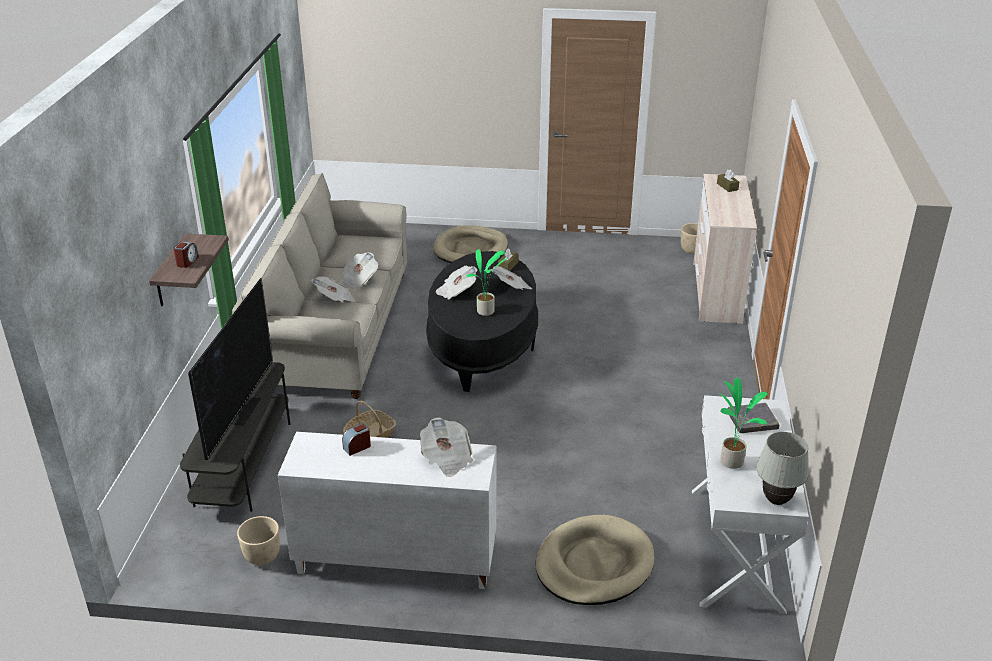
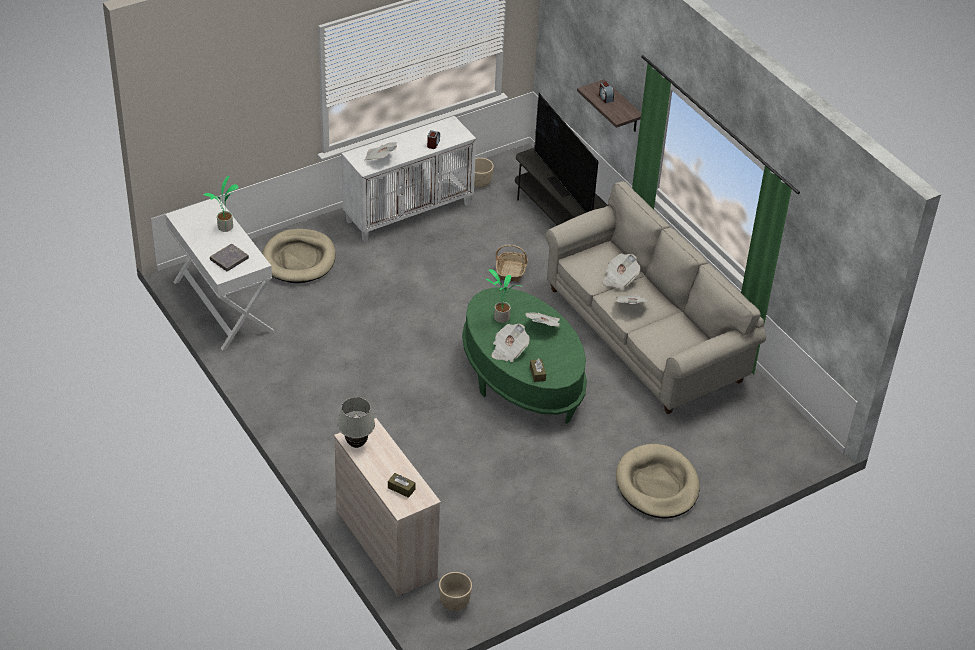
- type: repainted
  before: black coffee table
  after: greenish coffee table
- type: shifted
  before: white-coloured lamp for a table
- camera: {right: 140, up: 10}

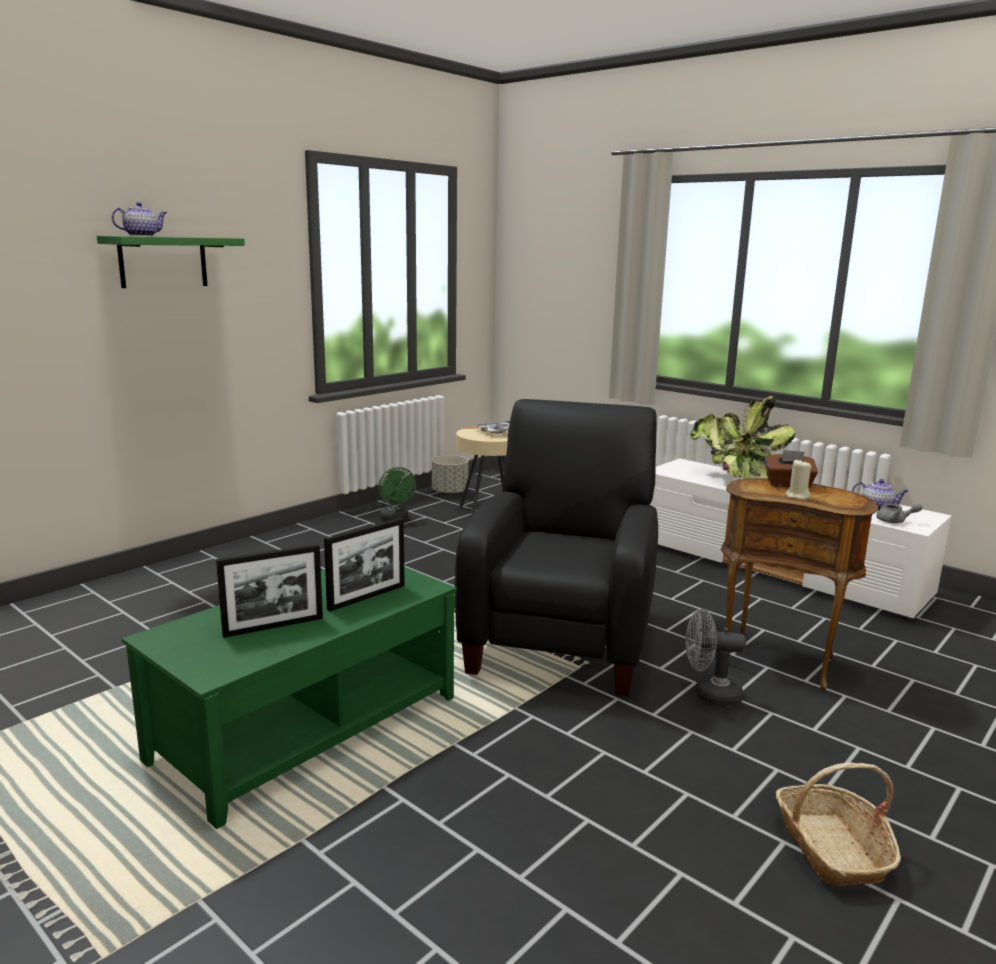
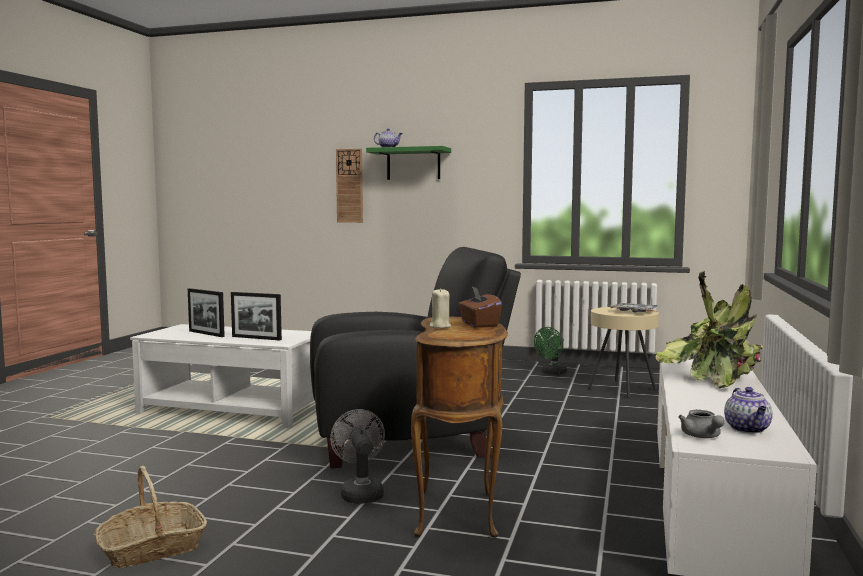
- type: repainted
  before: greenish coffee table
  after: white-coloured coffee table
- type: gone
  before: gray planter
- type: new
  after: hanging clock
- camera: {right: 65, up: -10}

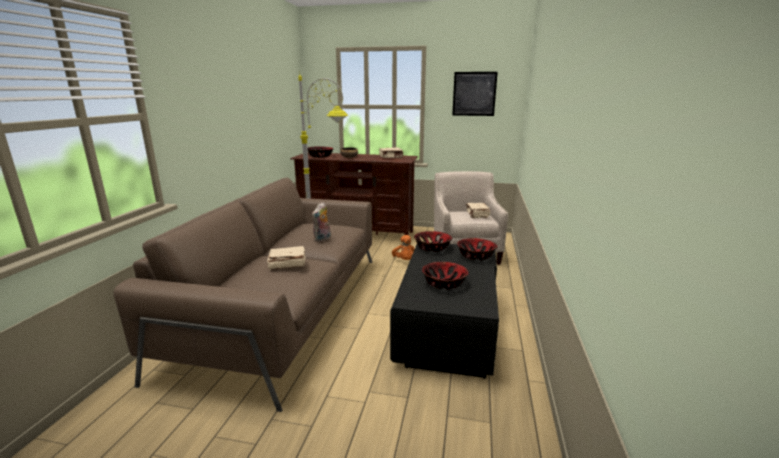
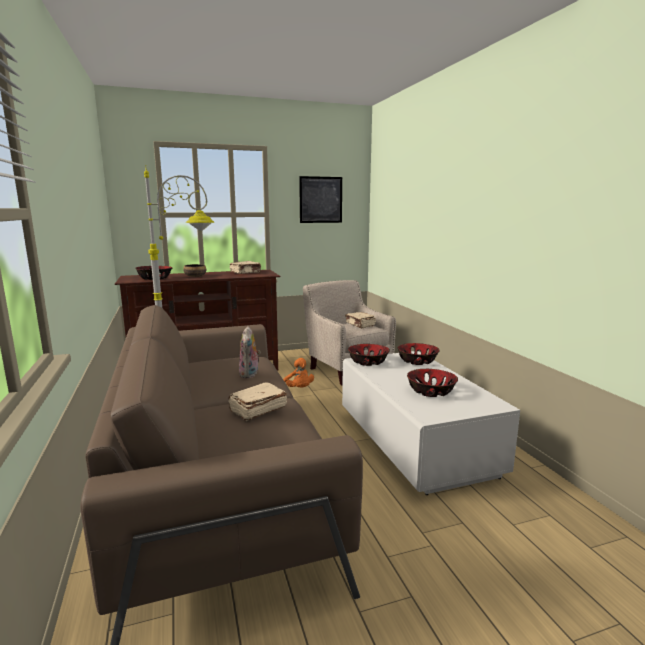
- type: repainted
  before: black coffee table
  after: white-coloured coffee table
- camera: {right: -30, up: -5}

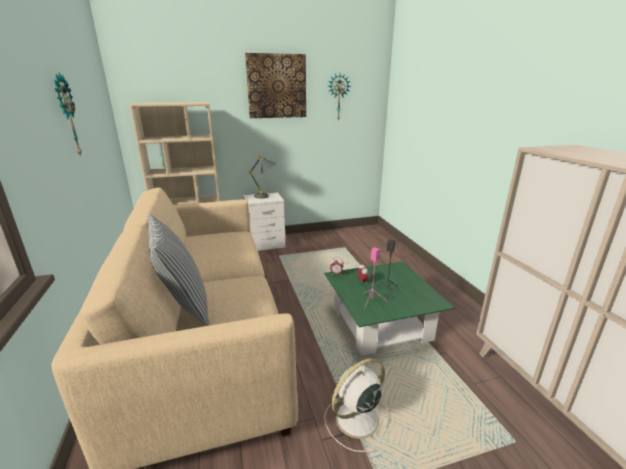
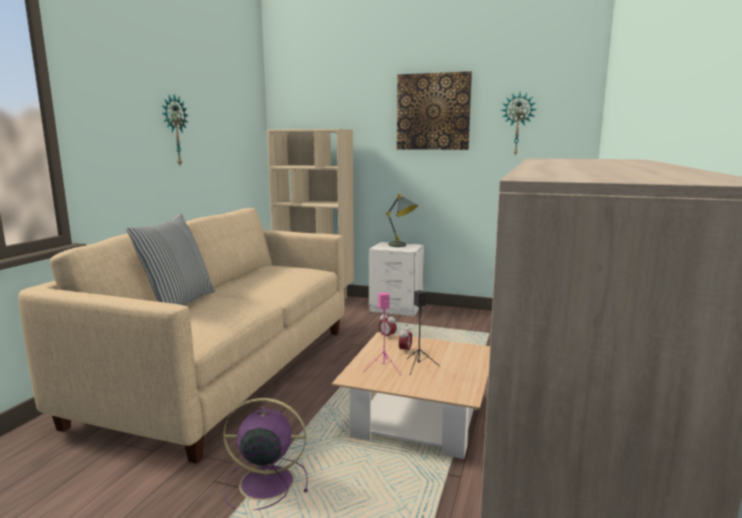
- type: repainted
  before: greenish coffee table
  after: beige-coloured coffee table
- type: repainted
  before: white-coloured cooling fan
  after: purple cooling fan
- camera: {right: 35, up: -10}

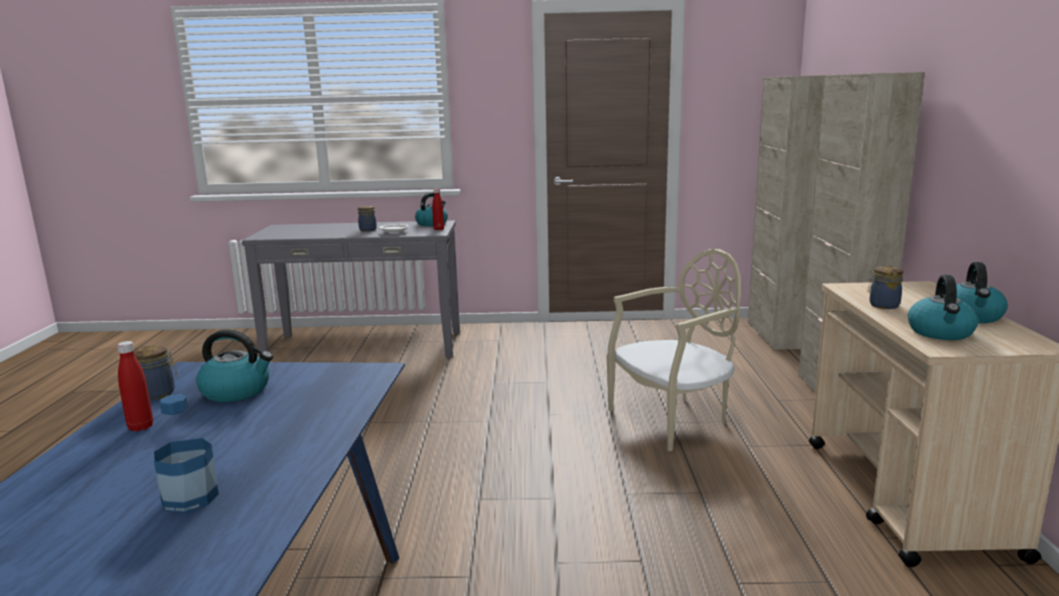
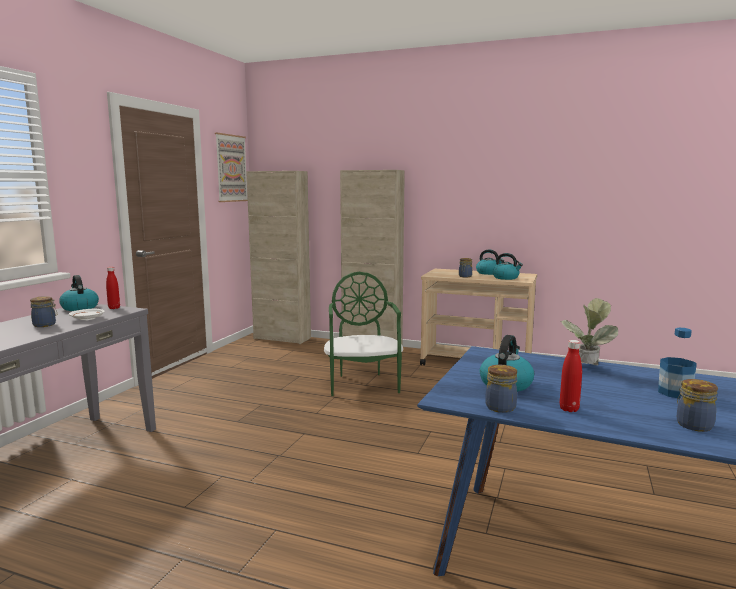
- type: repainted
  before: beige-coloured chair
  after: greenish chair
- type: new
  after: wall art
- type: new
  after: plant in a pot
- type: new
  after: preserve jar (no. 4 from left)
- camera: {right: -70, up: -5}

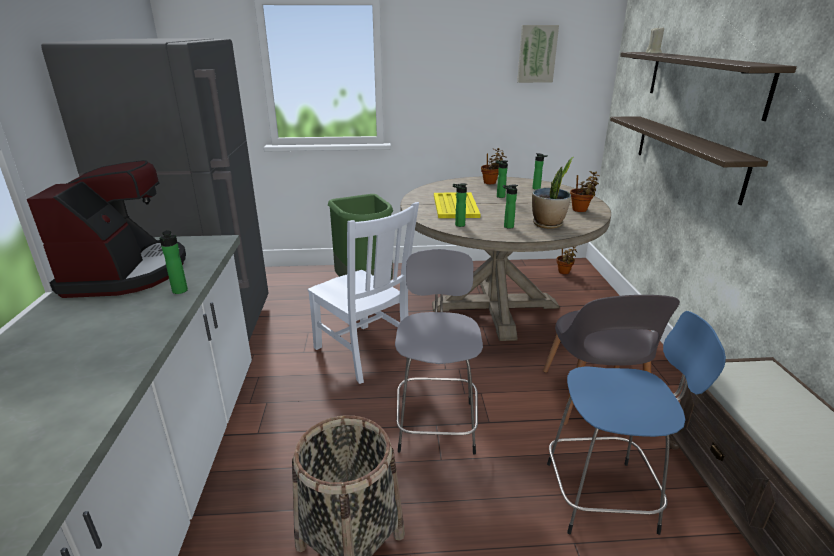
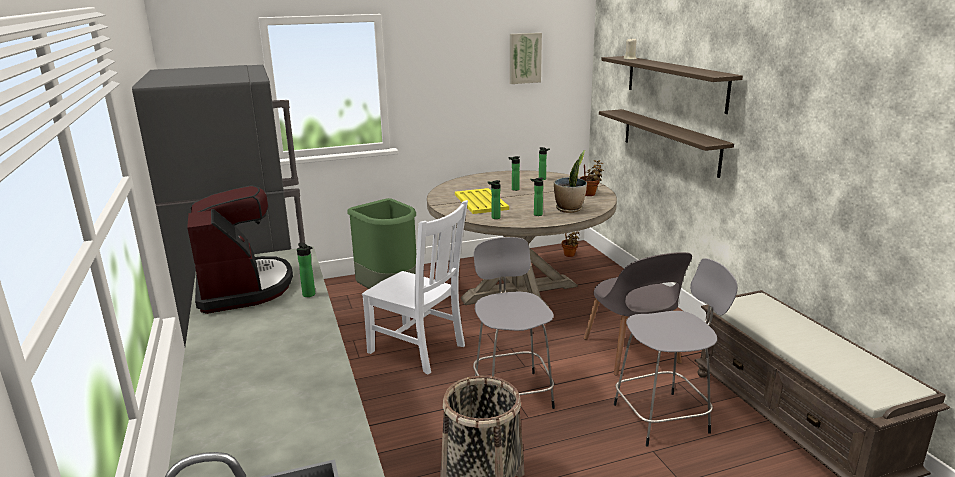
- type: gone
  before: plant in a pot (no. 1 from left)
- type: repainted
  before: blue stool seat
  after: gray stool seat (no. 2 from left)
- camera: {right: -15, up: -5}

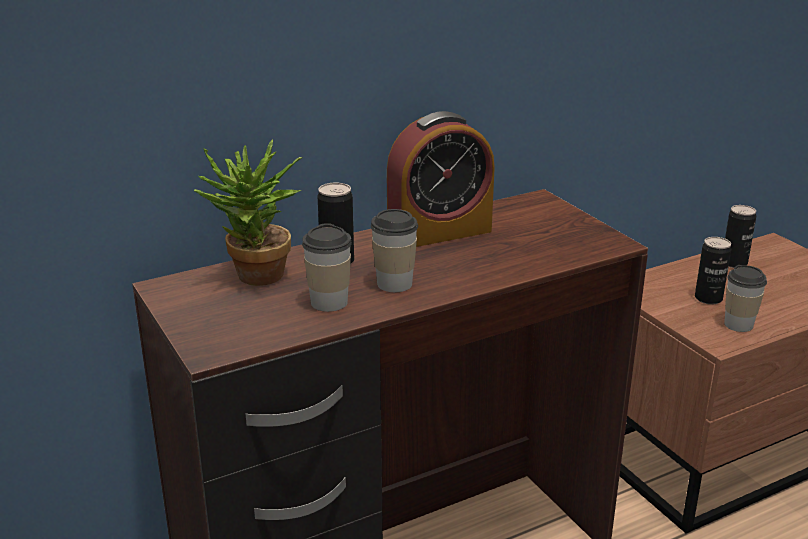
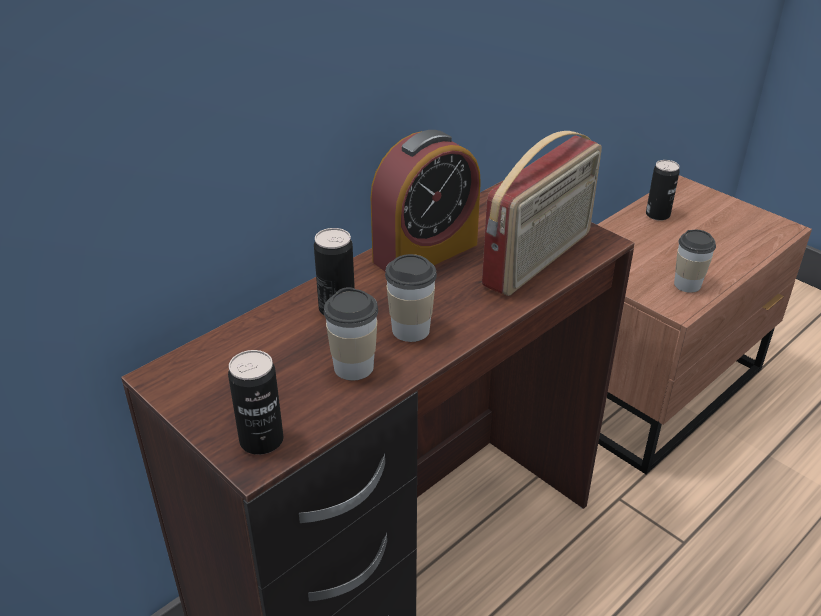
- type: gone
  before: plant in a pot
- type: shifted
  before: can (no. 2 from left in the first image)
  after: can (no. 1 from left)
- type: new
  after: radio
- camera: {right: -15, up: 10}

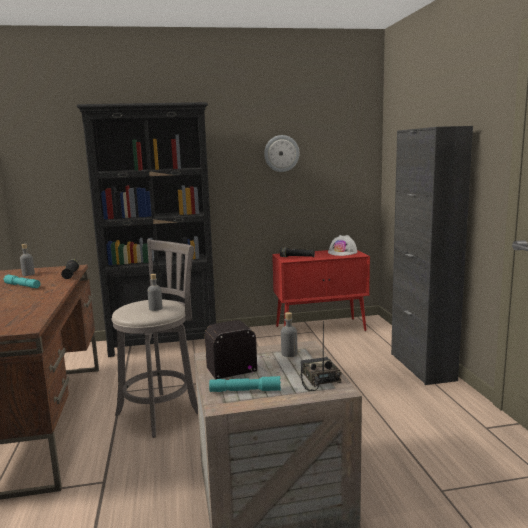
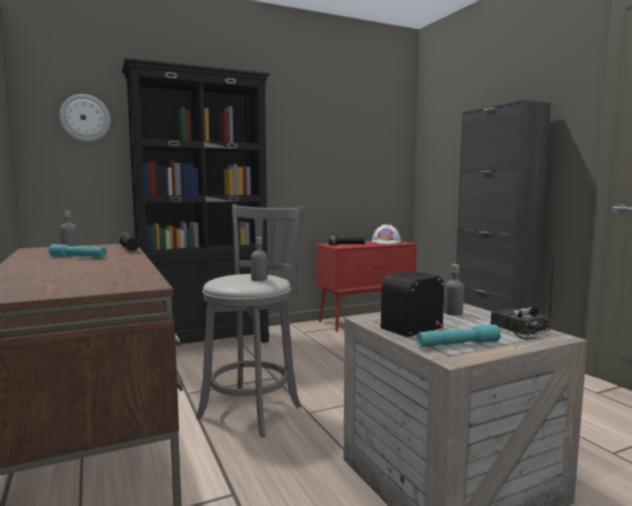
- type: shifted
  before: hanging clock
- camera: {right: -15, up: -5}

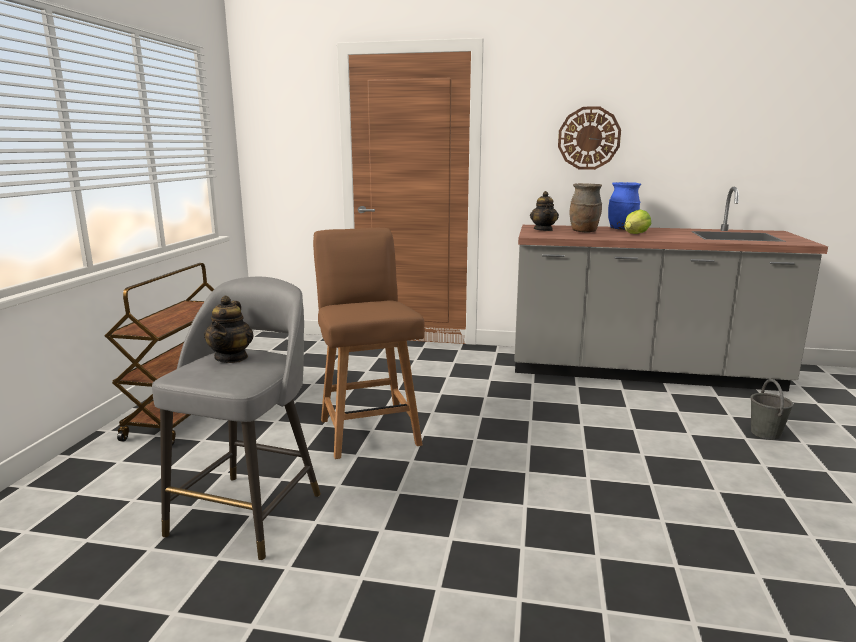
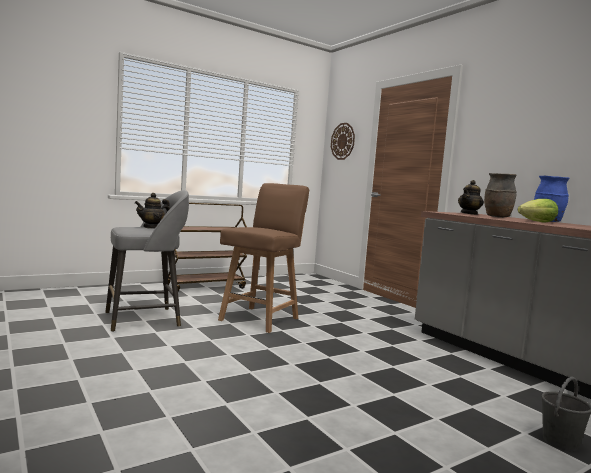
- type: shifted
  before: hanging clock
- camera: {right: 45, up: -10}

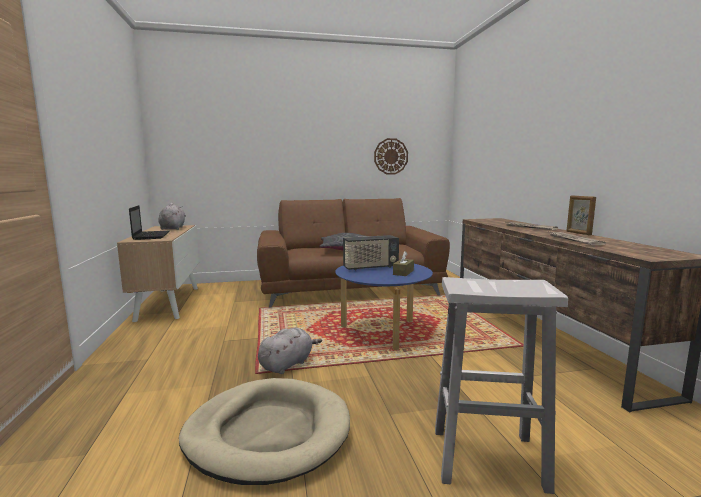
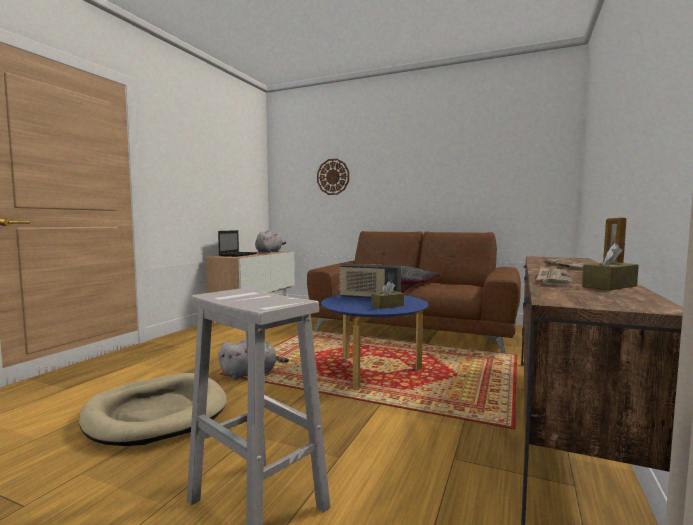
- type: shifted
  before: hanging clock
- type: new
  after: brown box of tissues (no. 2 from left)
- camera: {right: 35, up: -5}

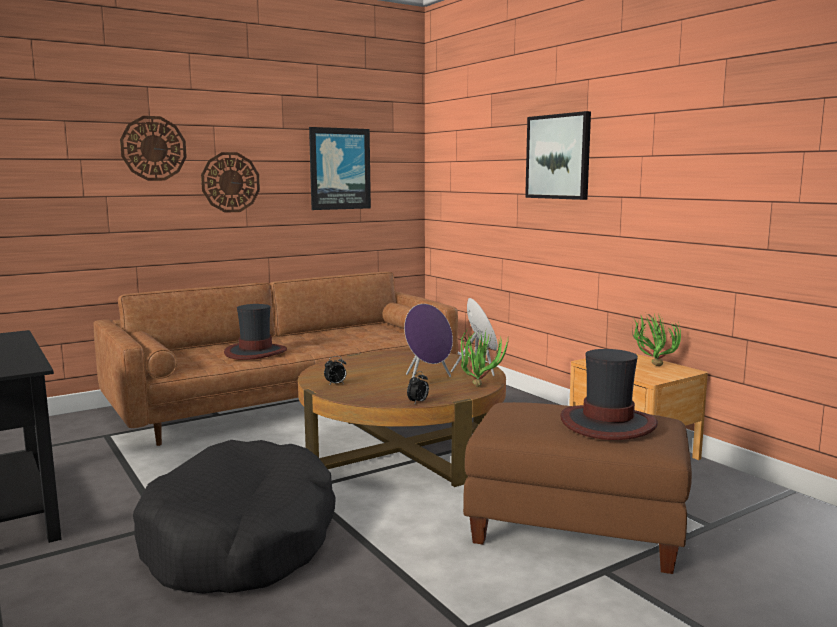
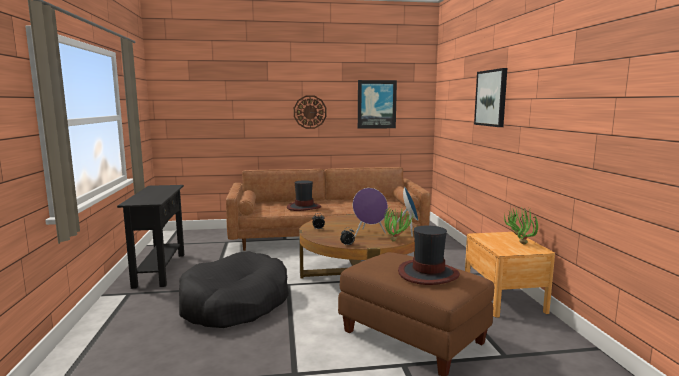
- type: gone
  before: hanging clock (no. 1 from left)
- camera: {right: 25, up: 0}

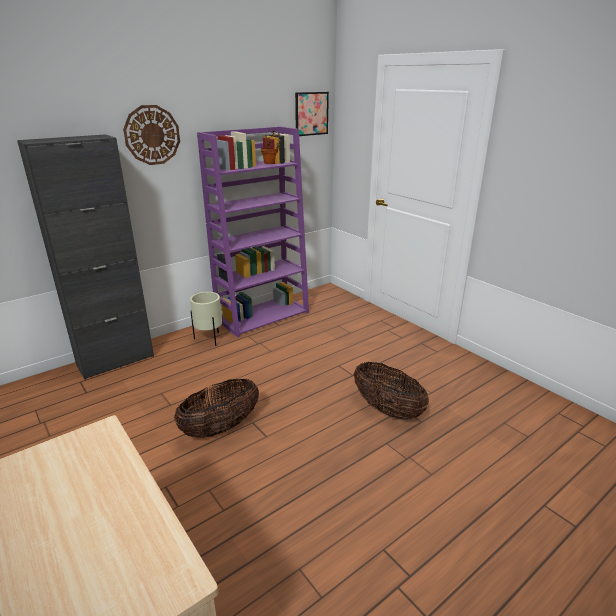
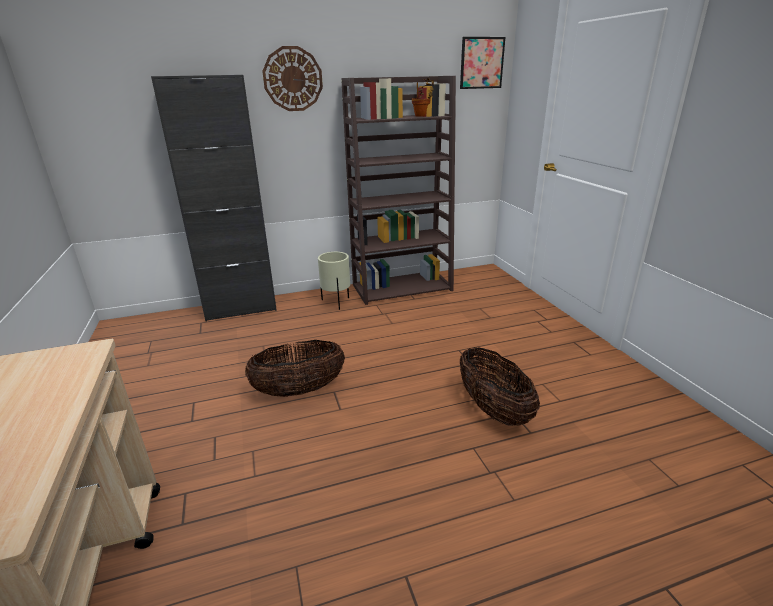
- type: repainted
  before: purple bookshelf
  after: brown bookshelf
- camera: {right: 20, up: 0}

